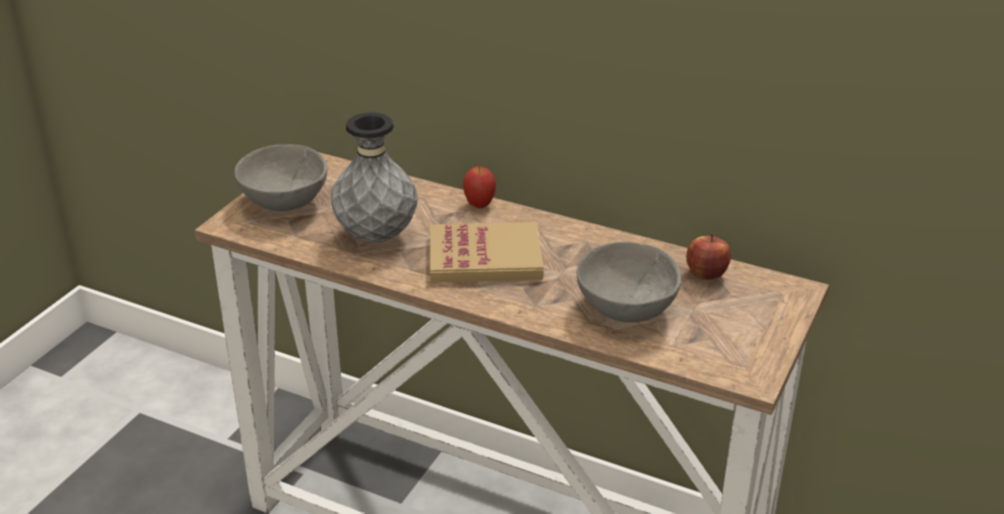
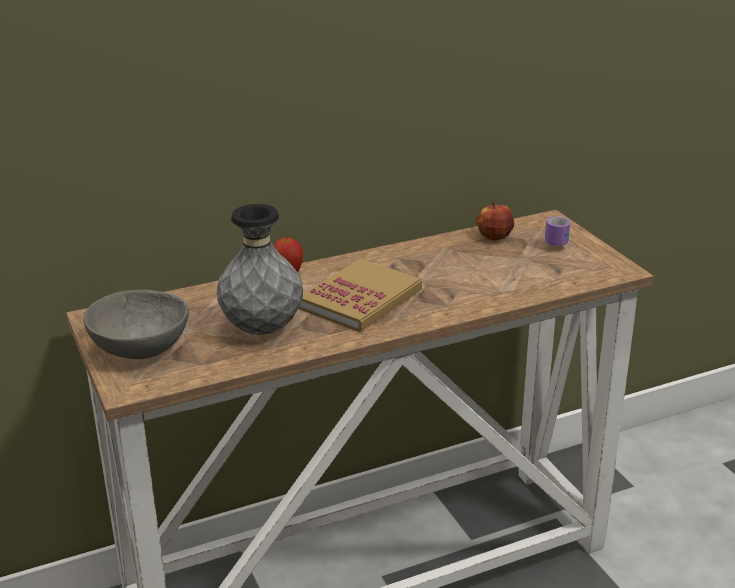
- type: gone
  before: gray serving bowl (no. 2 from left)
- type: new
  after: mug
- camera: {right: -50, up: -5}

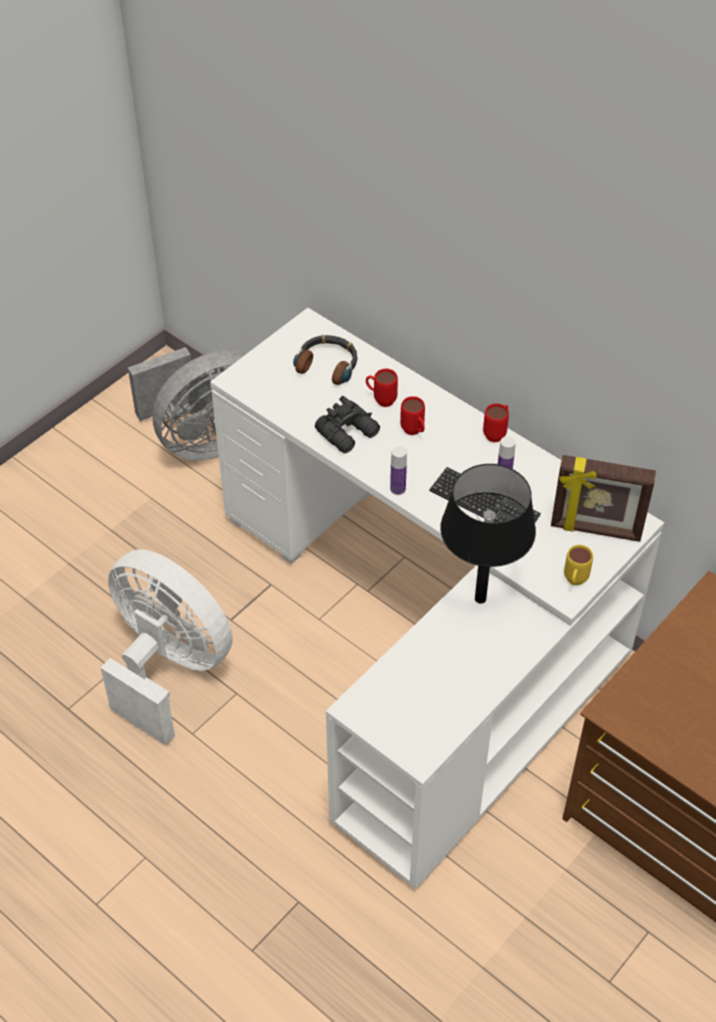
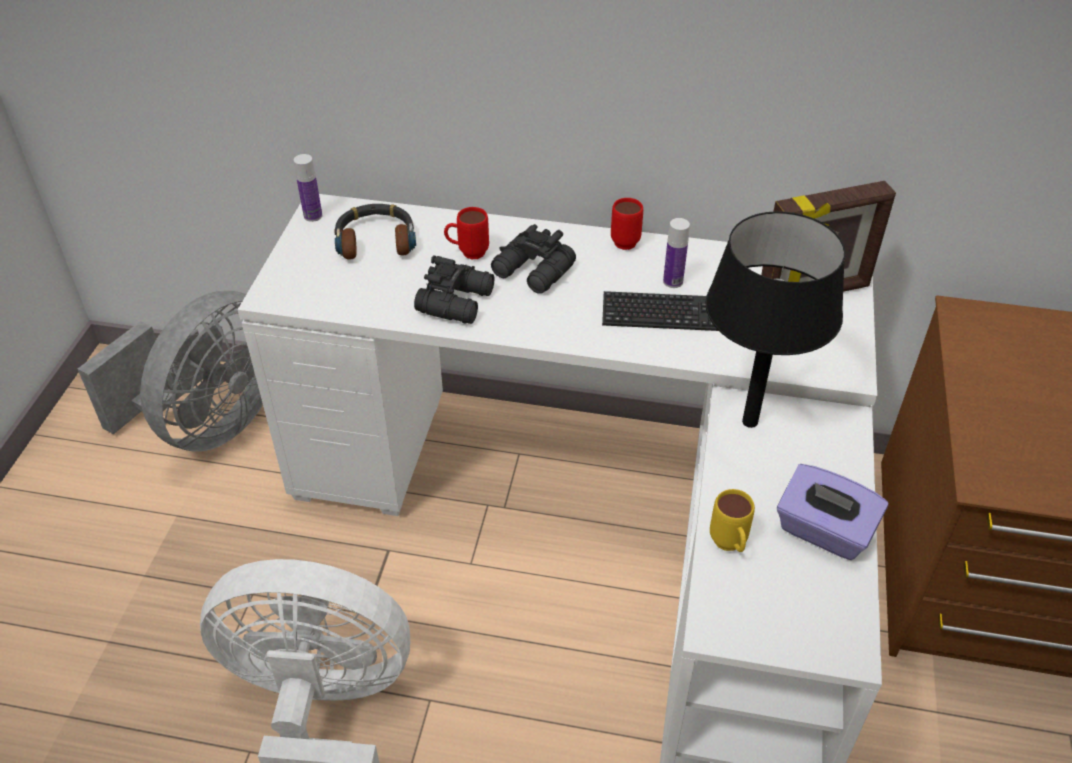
- type: shifted
  before: beverage bottle (no. 1 from left)
- type: swapped
  before: red mug (no. 2 from left)
  after: black binoculars (no. 2 from left)
- type: shifted
  before: yellow mug
- type: new
  after: purple box of tissues
- camera: {right: -30, up: -5}

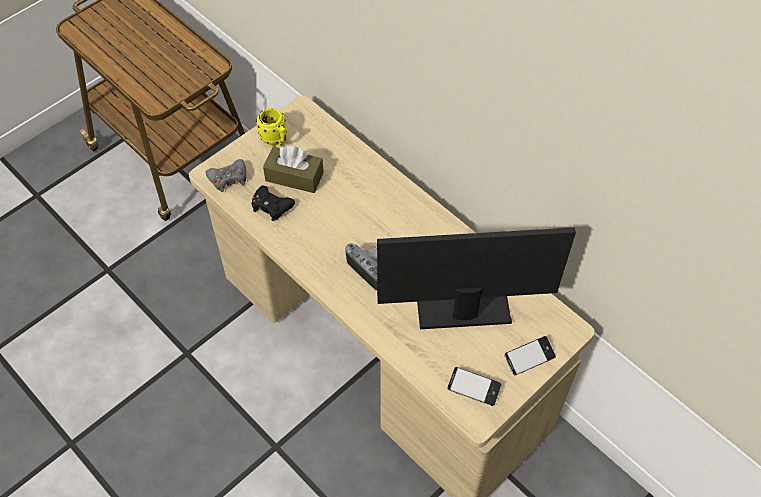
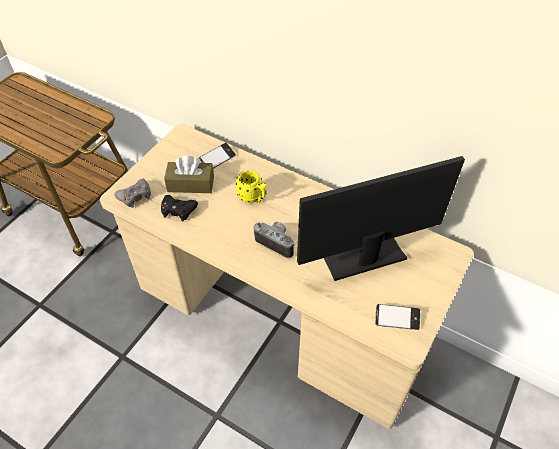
- type: shifted
  before: yellow mug
- type: shifted
  before: phone (no. 2 from left in the first image)
  after: phone (no. 1 from left)
- camera: {right: -15, up: -5}

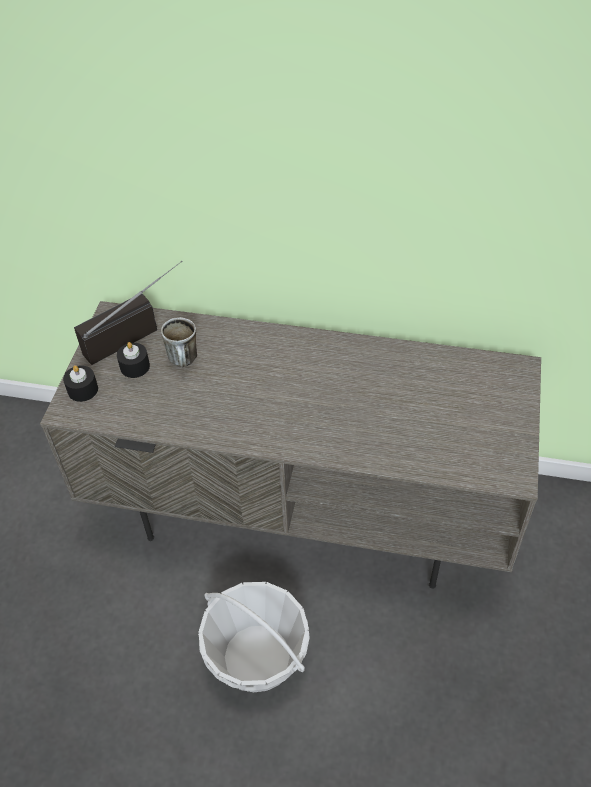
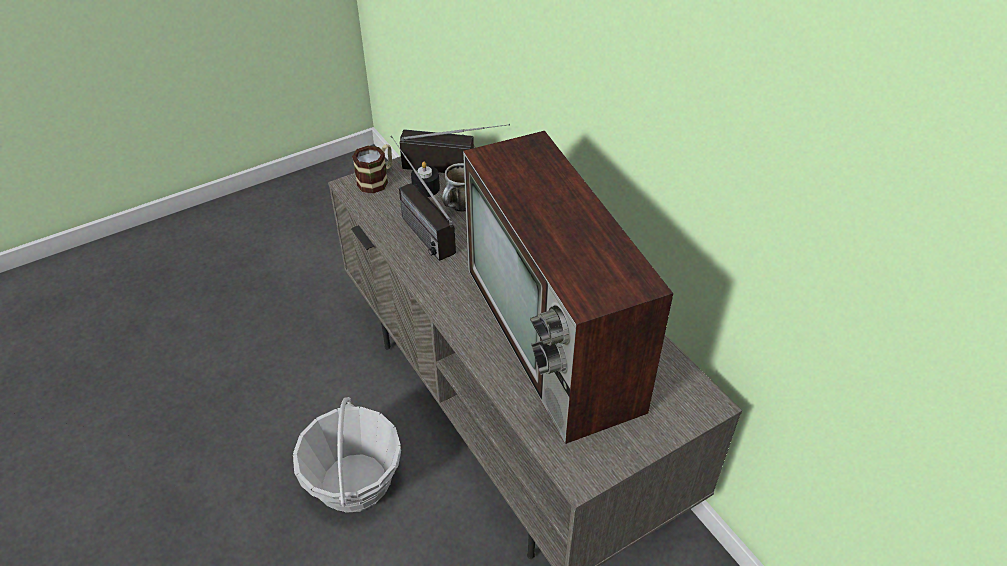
- type: swapped
  before: black candle (no. 1 from left)
  after: mug (no. 1 from left)
- type: new
  after: radio (no. 1 from left)
- type: new
  after: television
- camera: {right: 45, up: -5}

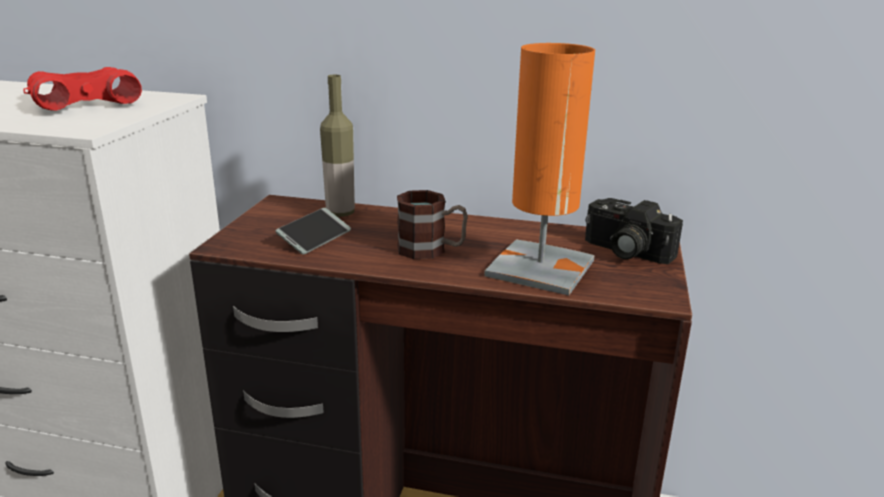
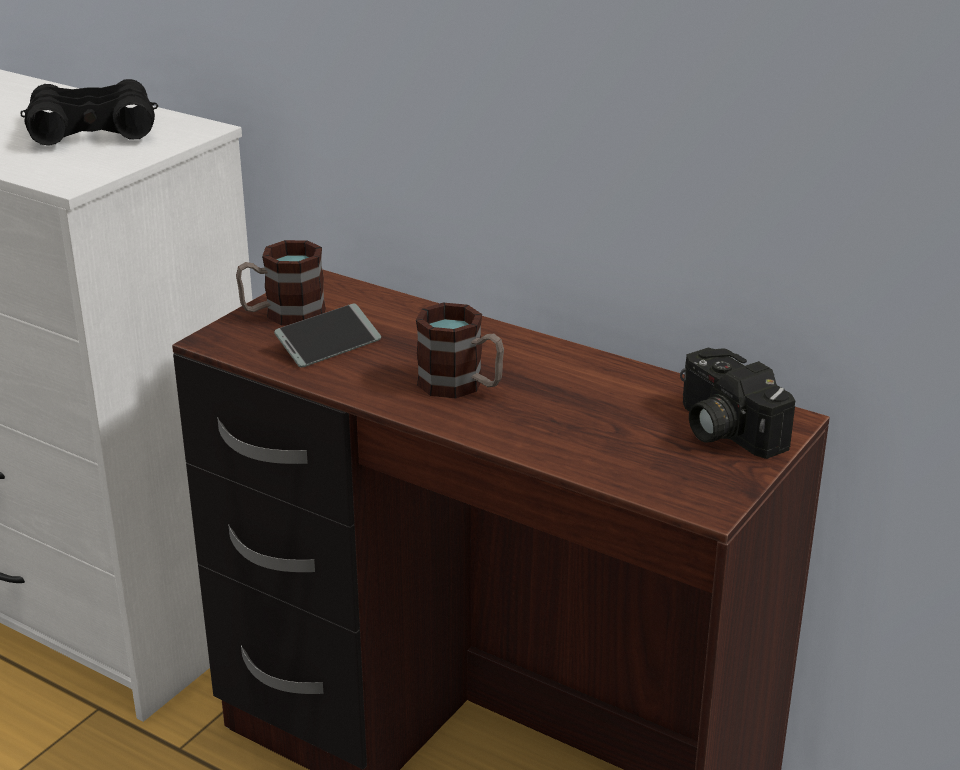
- type: repainted
  before: red binoculars
  after: black binoculars
- type: gone
  before: beverage bottle
- type: gone
  before: orangey lamp for a table
- type: new
  after: mug (no. 1 from left)
- camera: {right: 20, up: 5}

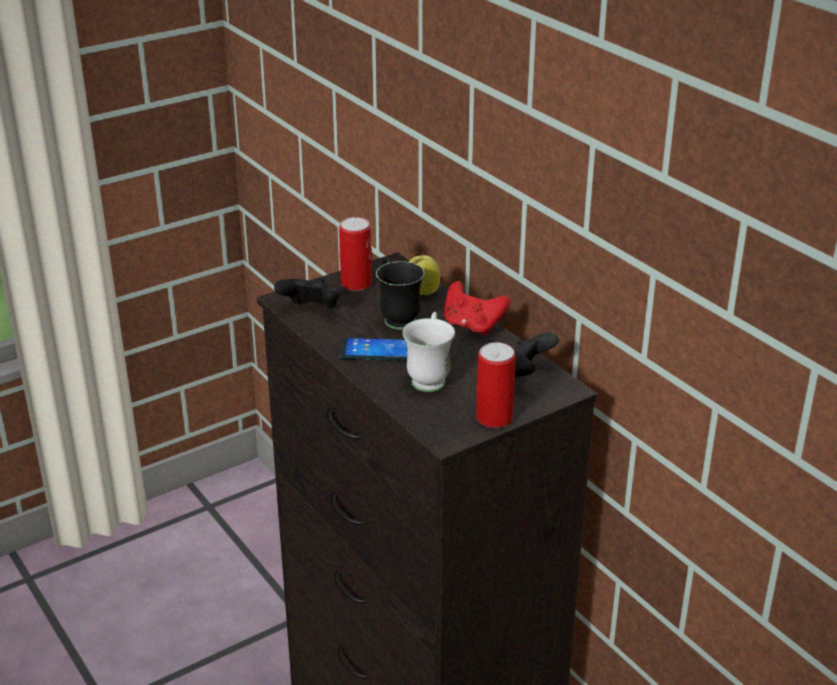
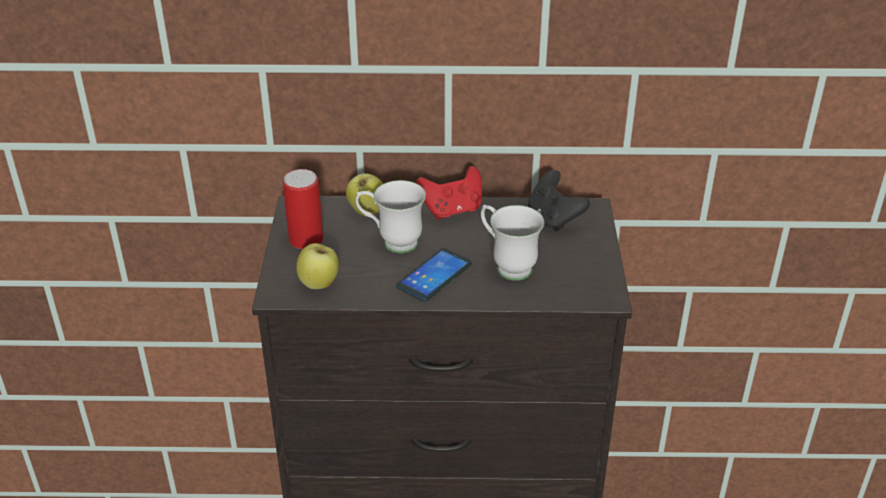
- type: swapped
  before: black gamepad (no. 1 from left)
  after: apple fruit (no. 1 from left)
- type: repainted
  before: black mug
  after: white-coloured mug (no. 1 from left)
- type: gone
  before: can (no. 2 from left)
- camera: {right: -55, up: 5}

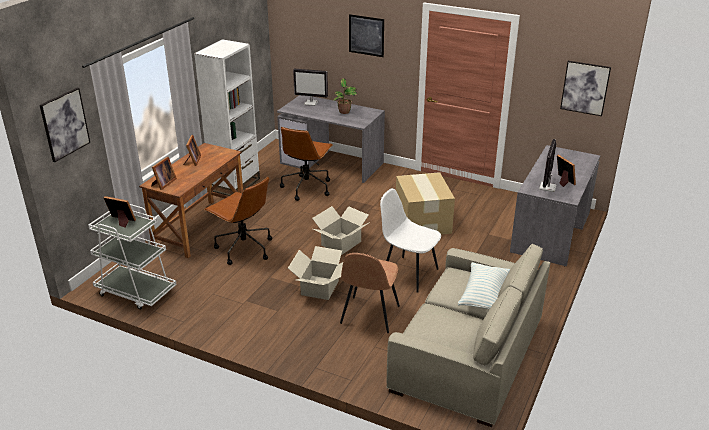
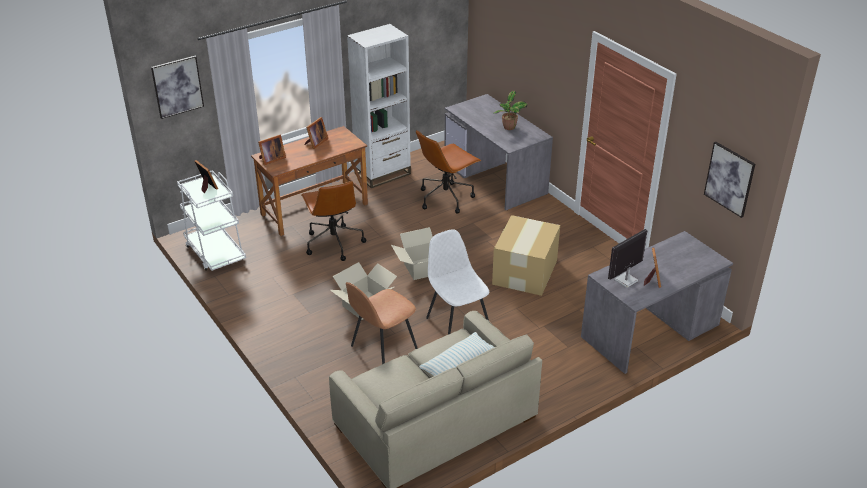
- type: gone
  before: computer display (no. 1 from left)
- type: gone
  before: wall art (no. 2 from left)
- camera: {right: 30, up: 5}

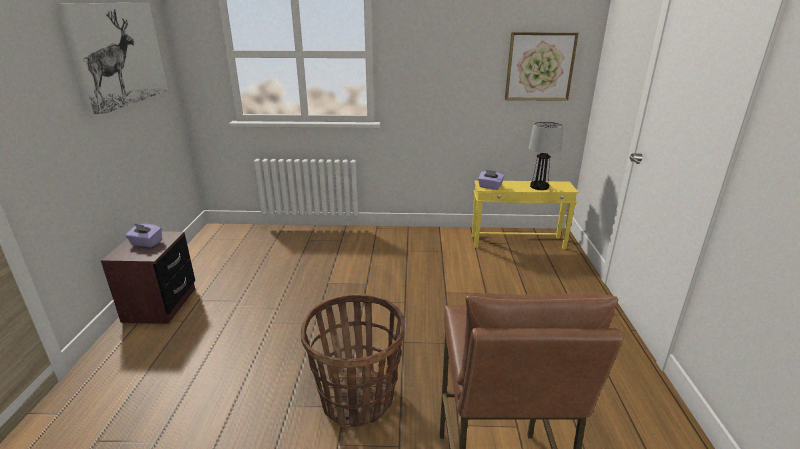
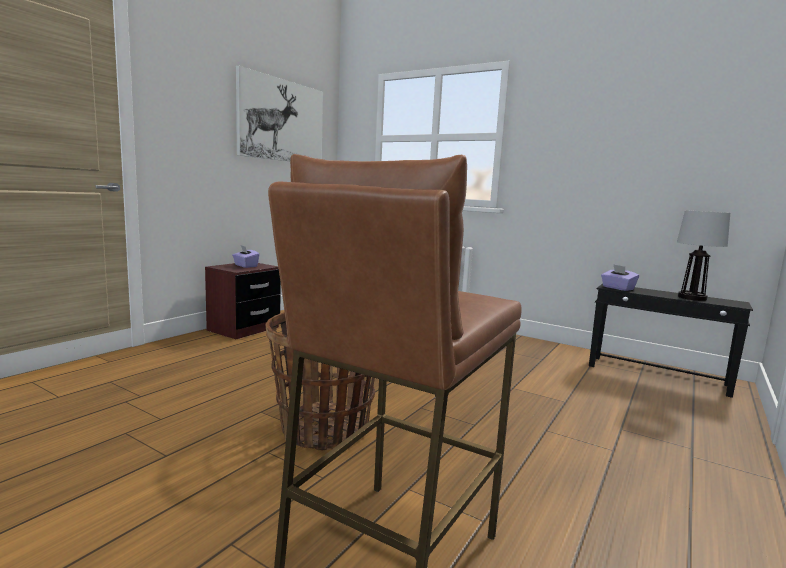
- type: repainted
  before: yellow end table
  after: black end table
- type: gone
  before: wall art (no. 2 from left)
- camera: {right: 30, up: -15}

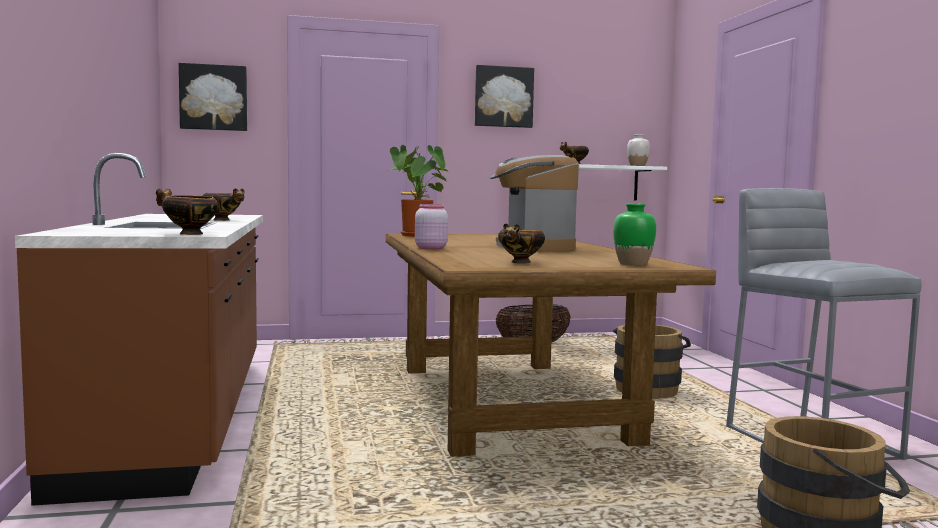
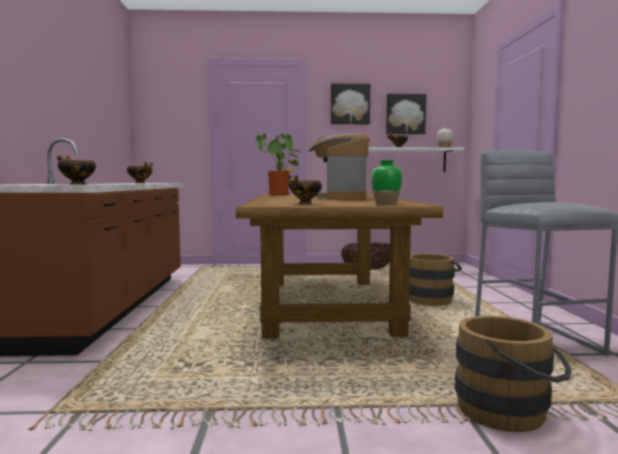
- type: shifted
  before: wall art (no. 1 from left in the first image)
  after: wall art (no. 2 from left)
- type: gone
  before: pink preserve jar
- camera: {right: 10, up: 0}

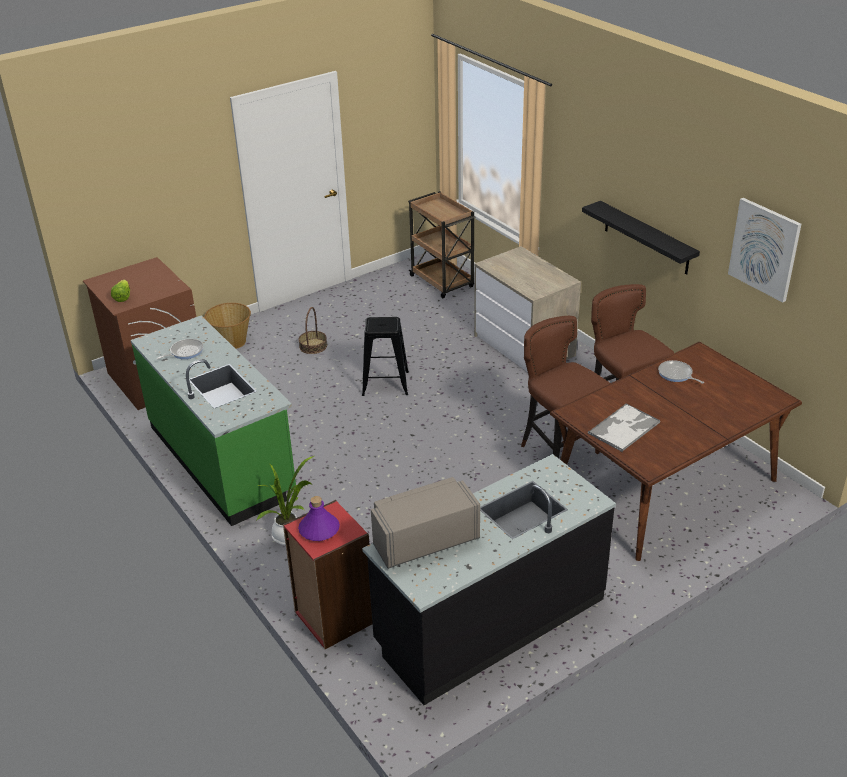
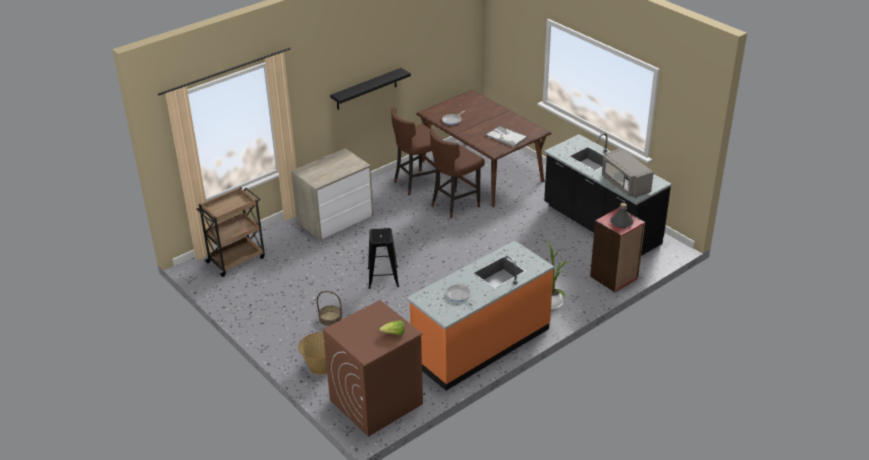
- type: repainted
  before: greenish kitchen base unit
  after: orangey kitchen base unit
- type: repainted
  before: purple beverage bottle
  after: gray beverage bottle
- type: gone
  before: wall art
- camera: {right: -95, up: 0}

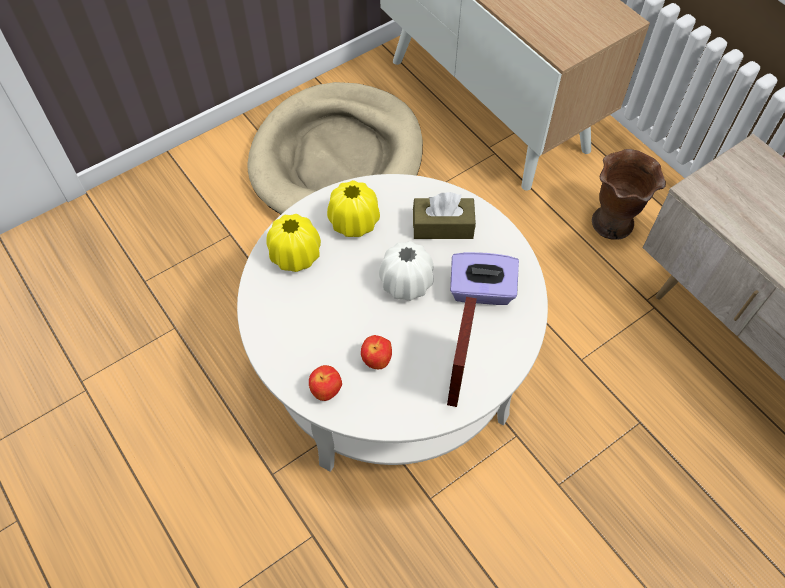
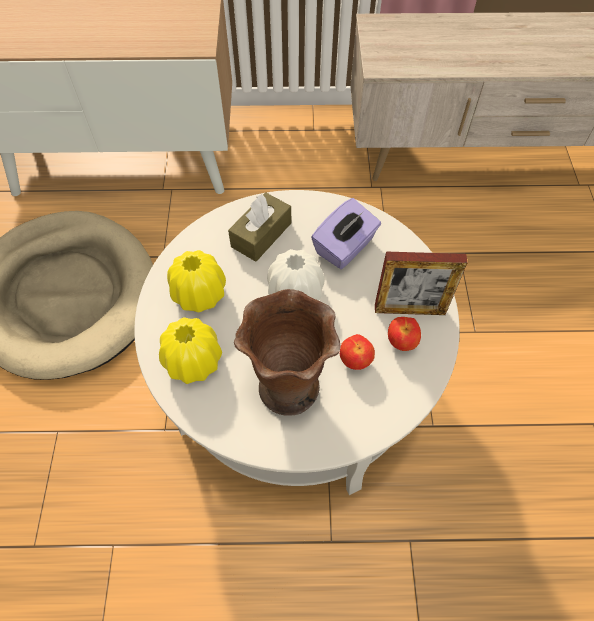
- type: shifted
  before: apple fruit (no. 1 from left in the first image)
  after: apple fruit (no. 2 from left)
- type: rotated
  before: photo frame
  turn: -45
- type: shifted
  before: brown flower vase
- camera: {right: -55, up: 0}

